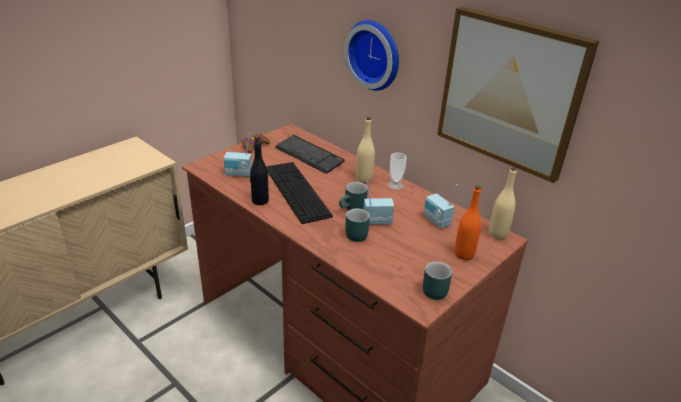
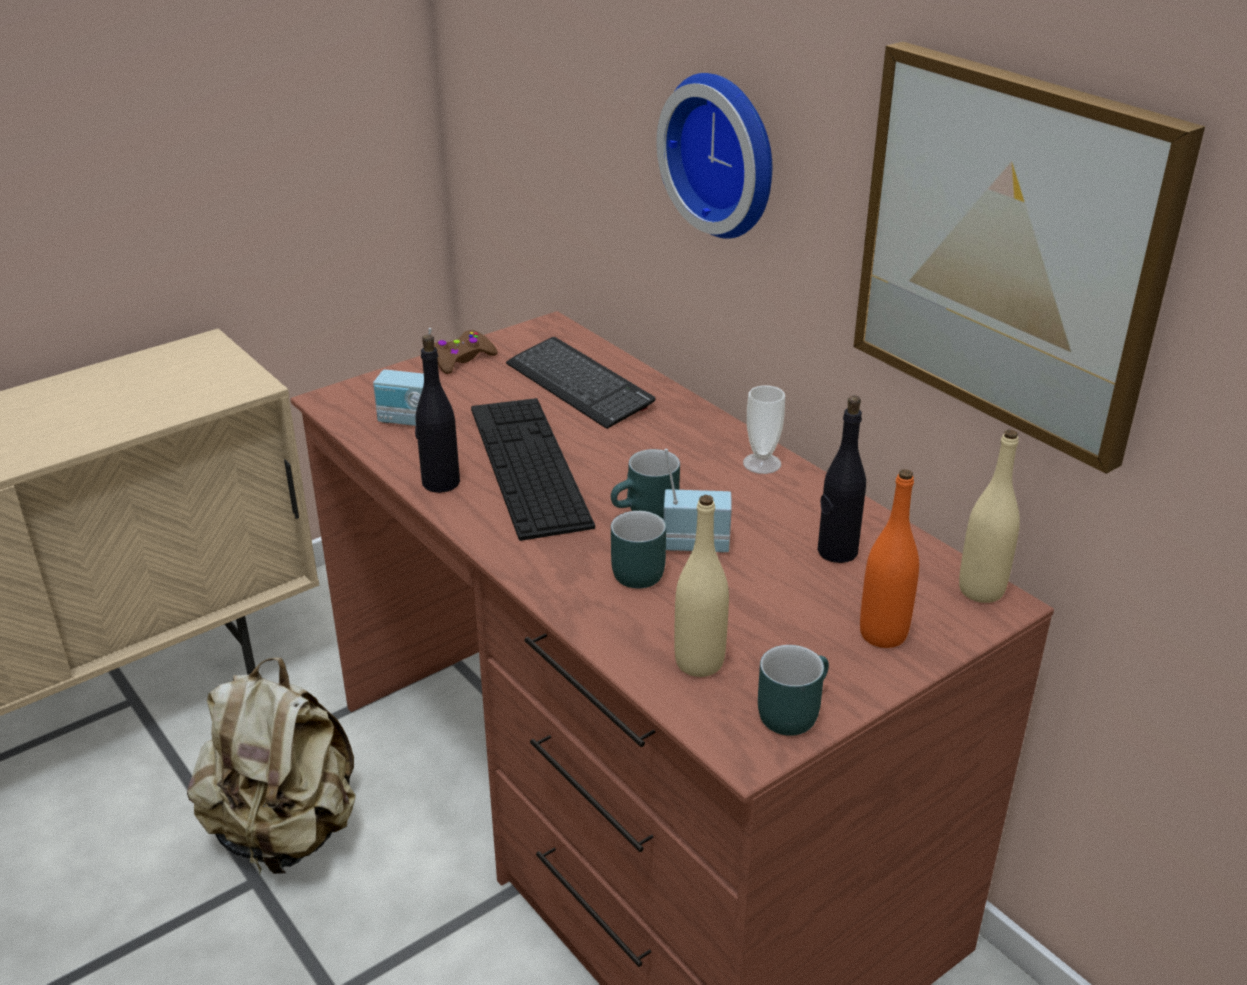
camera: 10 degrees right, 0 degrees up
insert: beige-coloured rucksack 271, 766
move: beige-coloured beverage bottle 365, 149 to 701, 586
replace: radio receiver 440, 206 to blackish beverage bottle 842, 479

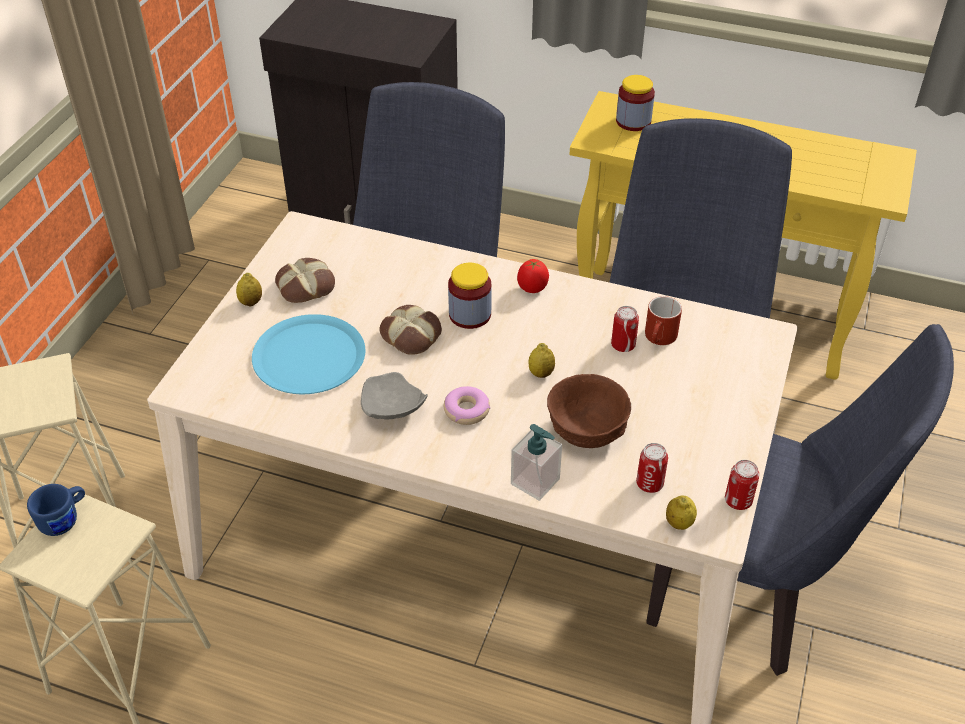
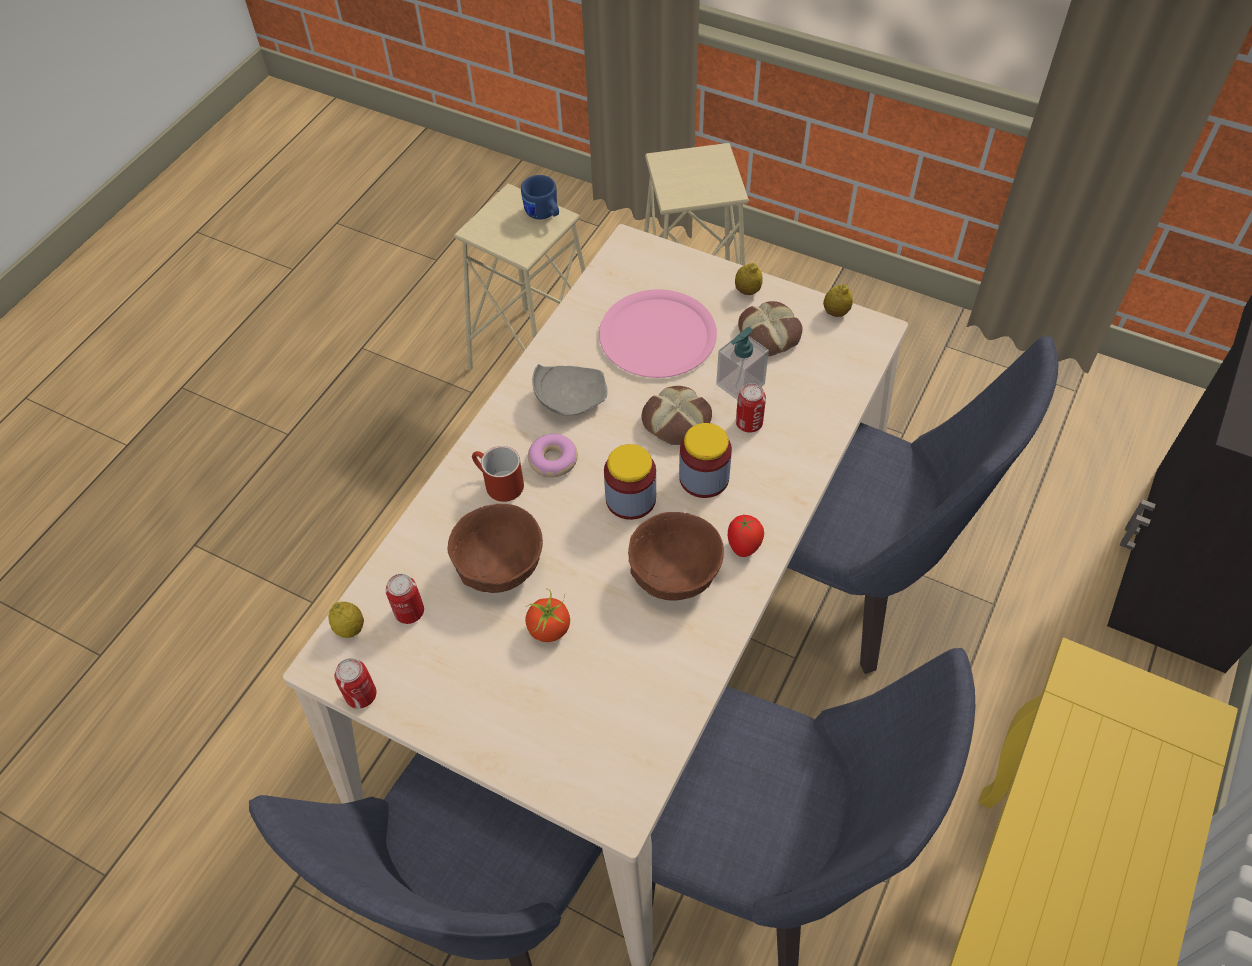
camera: 100 degrees right, 10 degrees up
insert: brown-coloured serving bowl 676, 556; whole tomato 547, 615
move: preserve jar 635, 103 to 630, 482; red-coloured mug 663, 320 to 498, 474; can 625, 329 to 751, 408; citrus fruit 542, 360 to 838, 300; liquid soap bottle 536, 462 to 742, 363
recolor: bluish flat dish 308, 354 to pink flat dish 658, 333

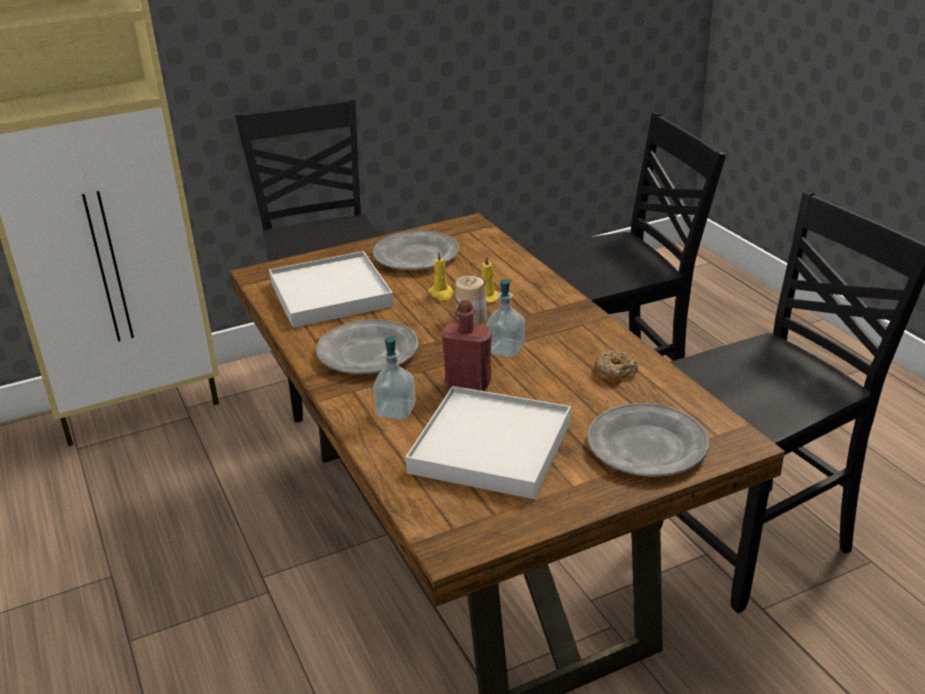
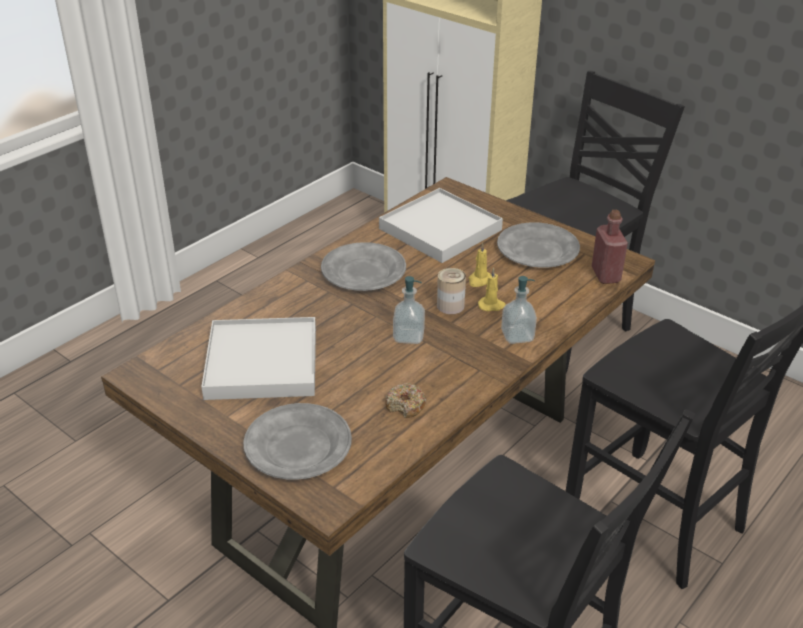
camera: 65 degrees right, 5 degrees up
move: red-coloured beverage bottle 466, 345 to 610, 247; liquid soap bottle 394, 378 to 519, 310

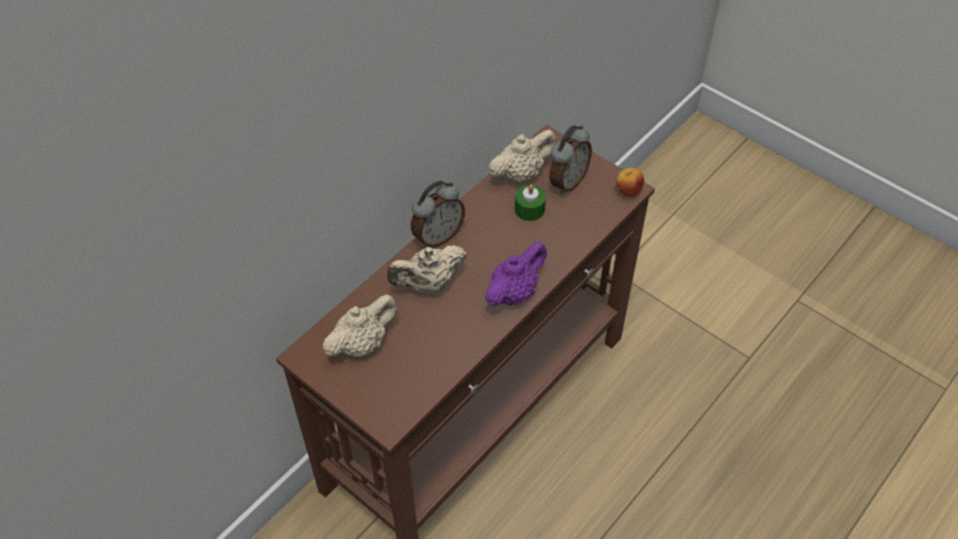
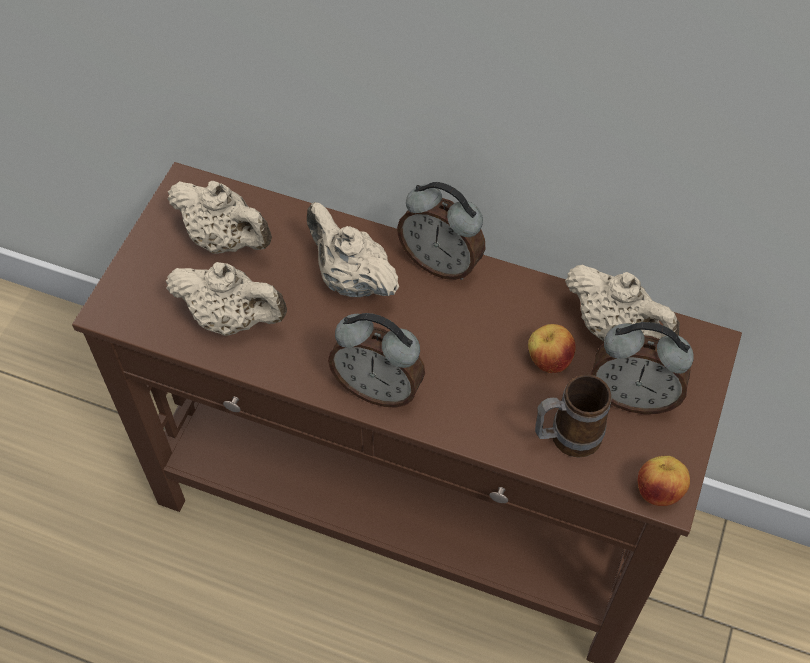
camera: 70 degrees right, 5 degrees up
insert: beige-coloured tea pot 226, 299; mug 573, 416
replace: green wax candle 530, 202 to apple fruit 552, 348; purple tea pot 516, 274 to table clock 376, 360

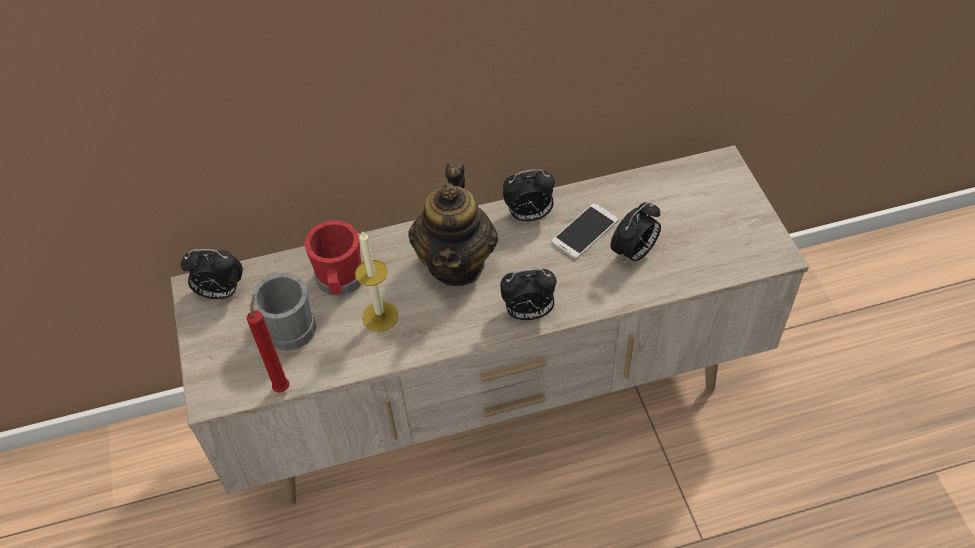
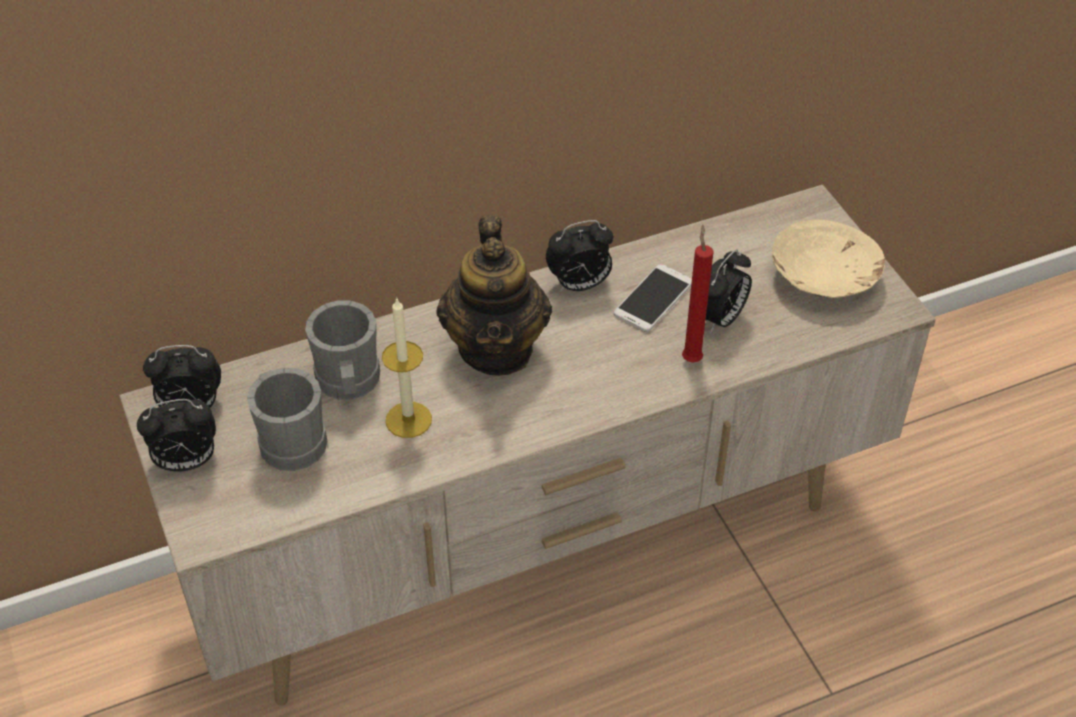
camera: 10 degrees left, 5 degrees down
insert: beige-coloured serving bowl 828, 259
move: table clock 528, 294 to 176, 435; red-coloured wax candle 268, 343 to 698, 294
recolor: red-coloured mug 333, 258 to grey mug 342, 350

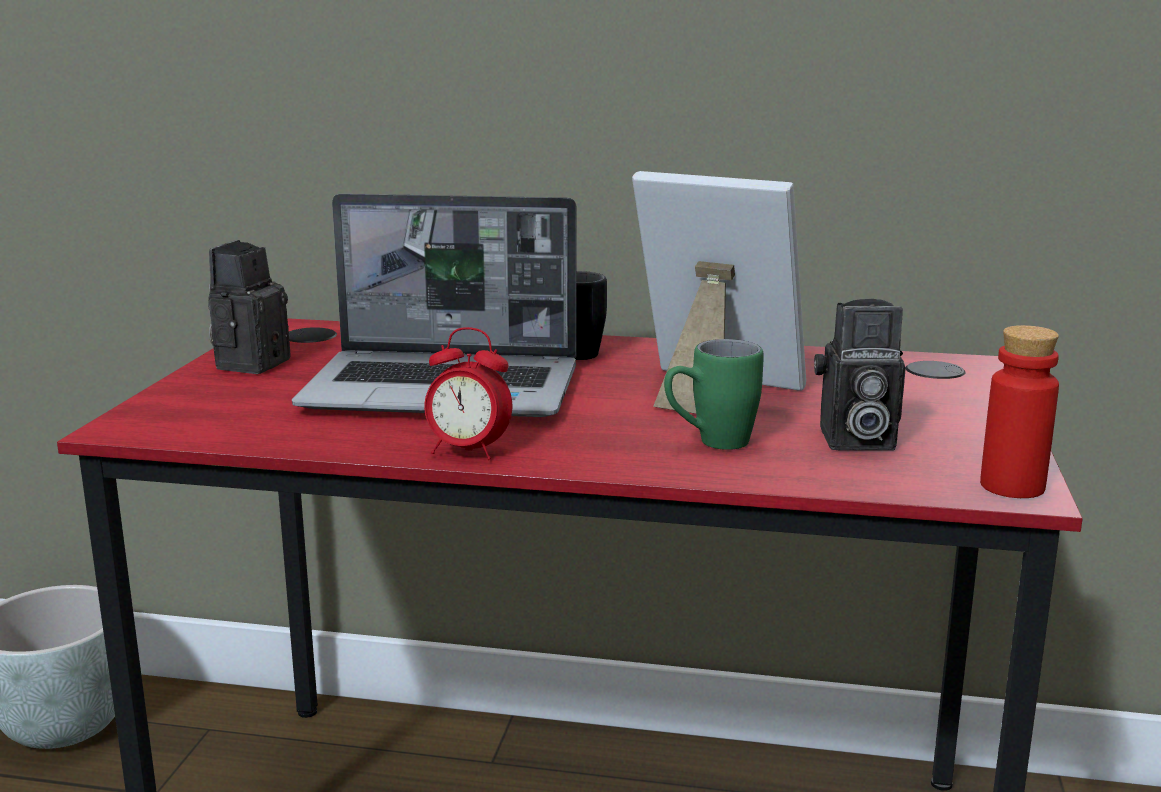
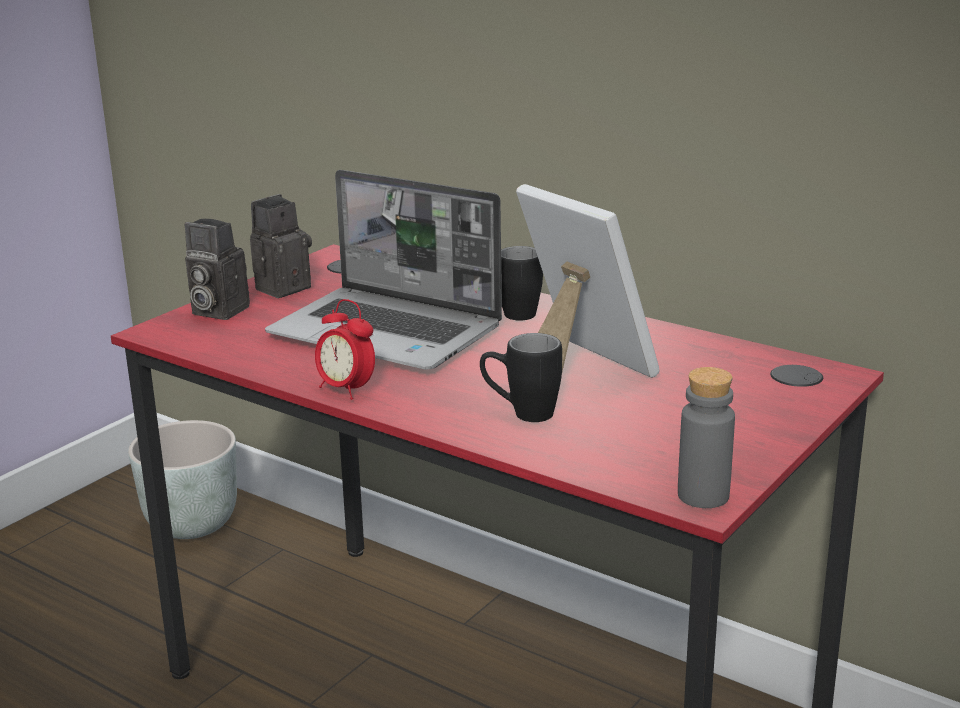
camera: 25 degrees right, 5 degrees up
move: photo camera 859, 375 to 217, 269
recolor: red-coloured beverage bottle 1019, 411 to grey beverage bottle 706, 437; green mug 714, 394 to blackish mug 521, 377

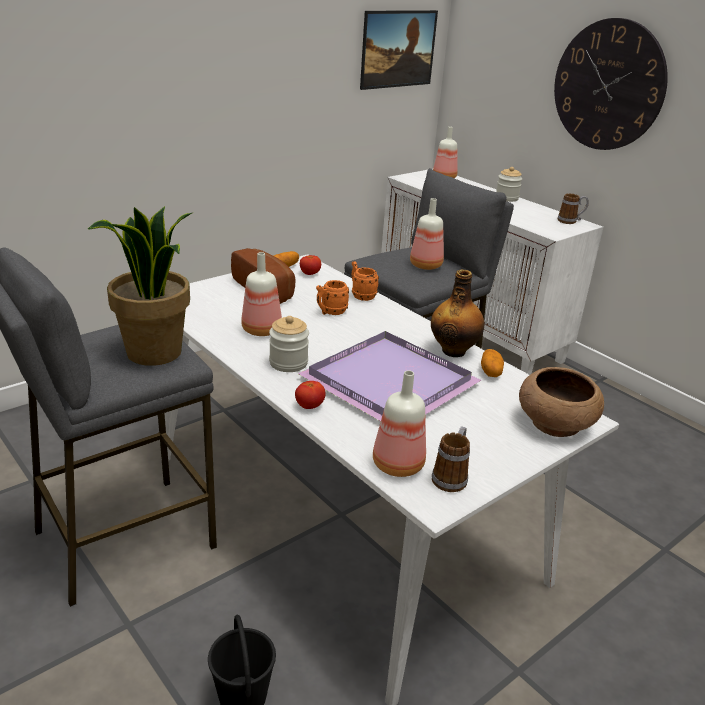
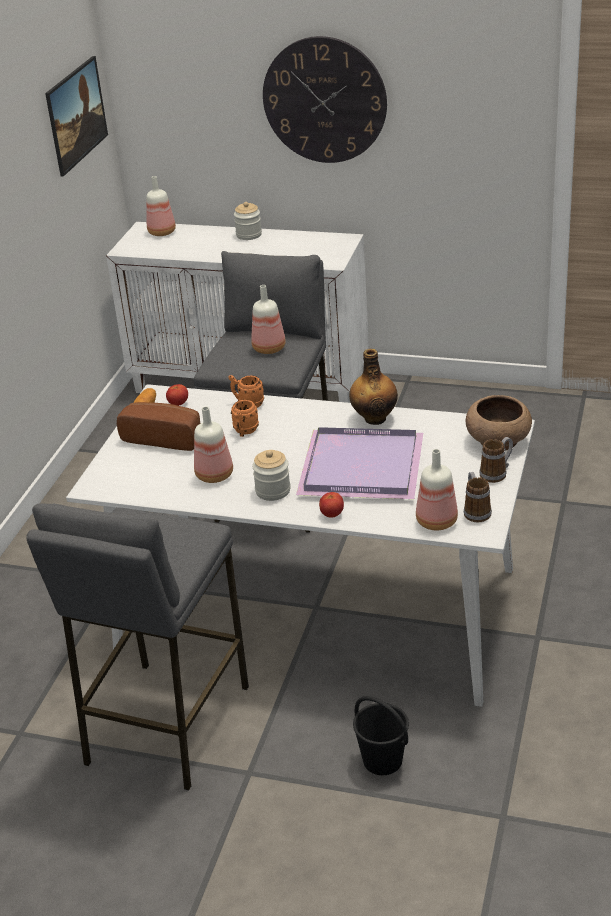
camera: 30 degrees left, 5 degrees up
delete: plant in a pot 140, 286; whole potato 492, 363
move: mug 573, 208 to 496, 460

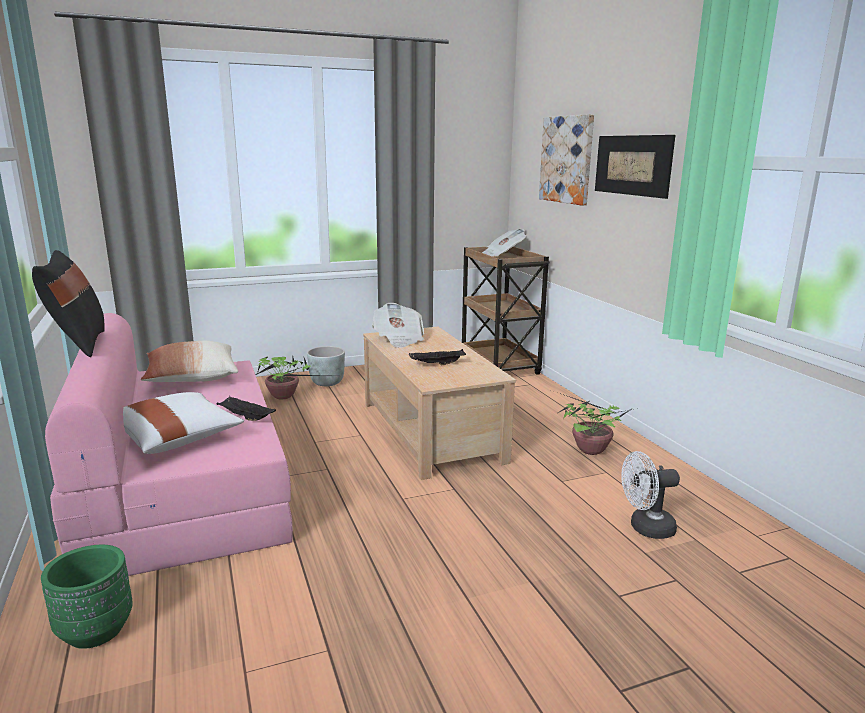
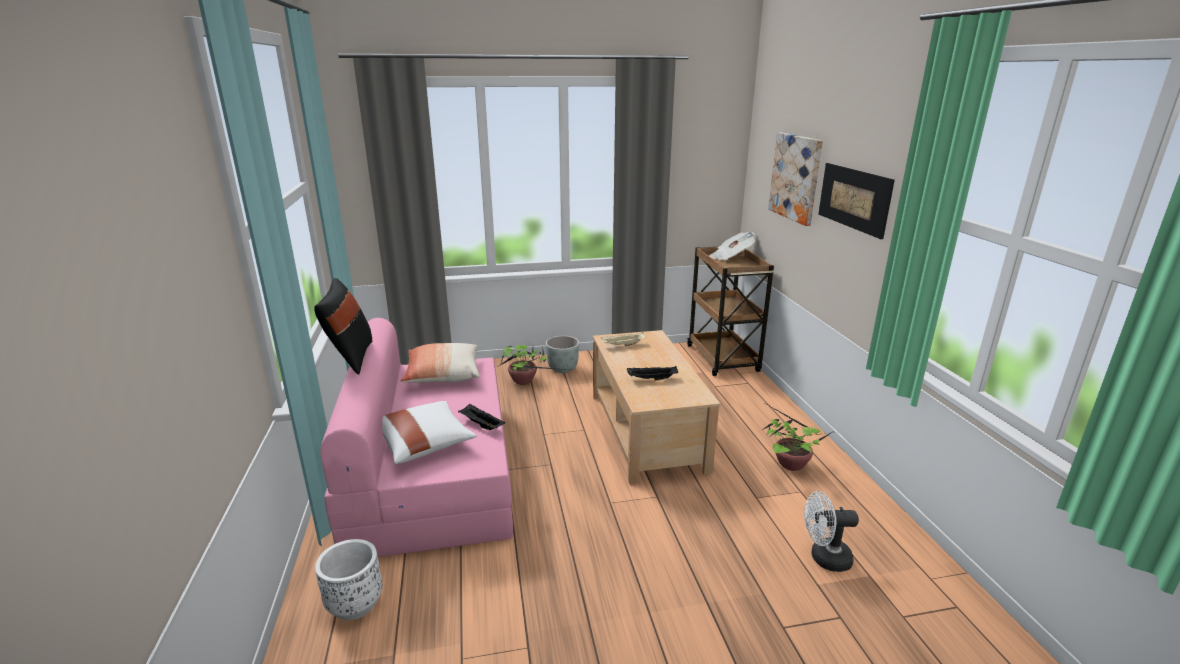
camera: 10 degrees right, 5 degrees up
replace: printed paper 398, 325 to beige-coloured carrying tray 623, 339
recolor: green planter 87, 597 to whitish planter 349, 579

